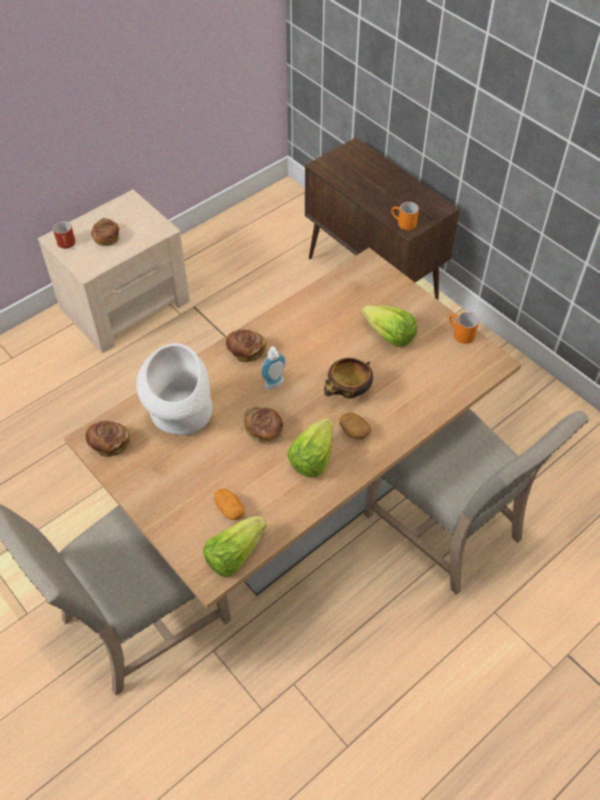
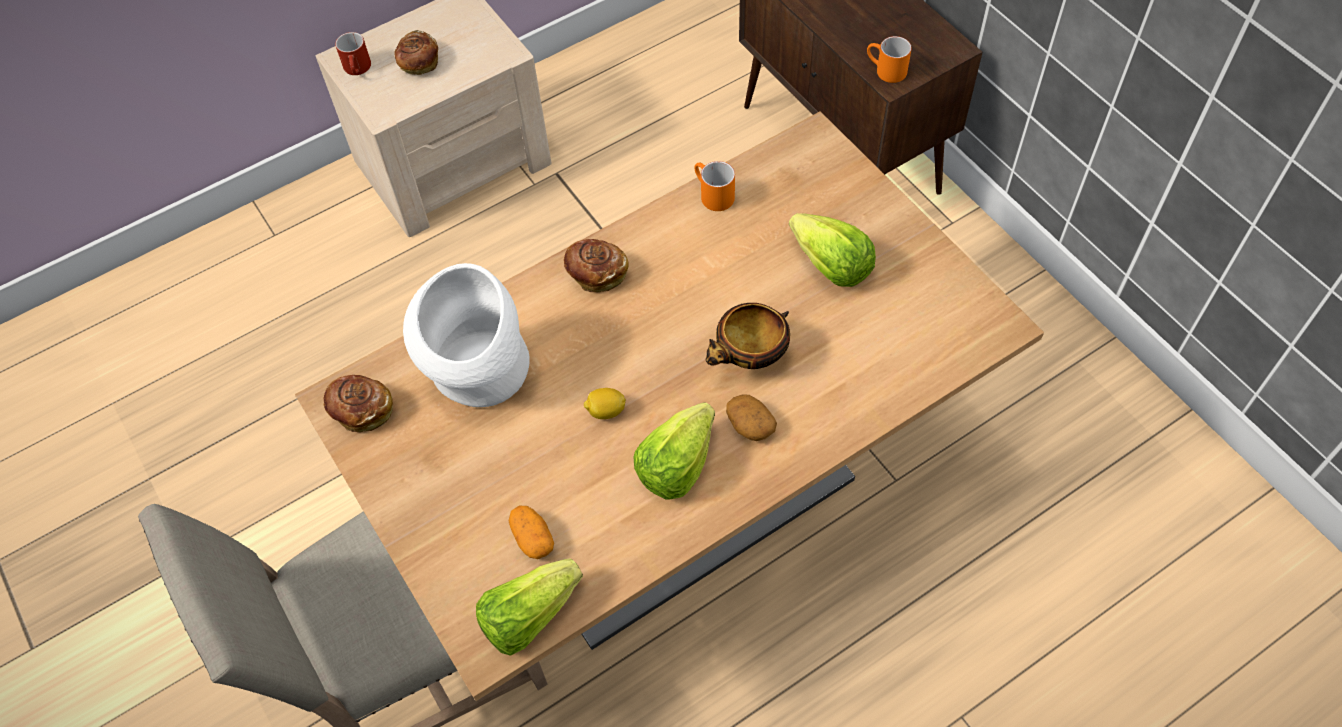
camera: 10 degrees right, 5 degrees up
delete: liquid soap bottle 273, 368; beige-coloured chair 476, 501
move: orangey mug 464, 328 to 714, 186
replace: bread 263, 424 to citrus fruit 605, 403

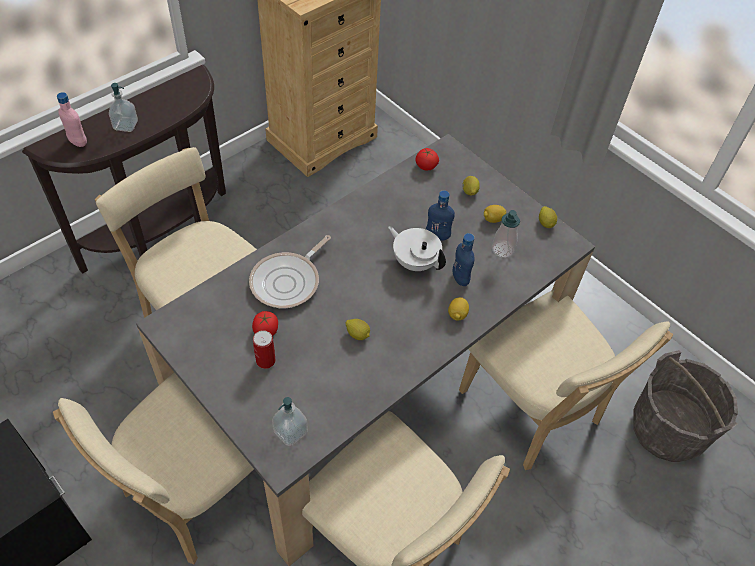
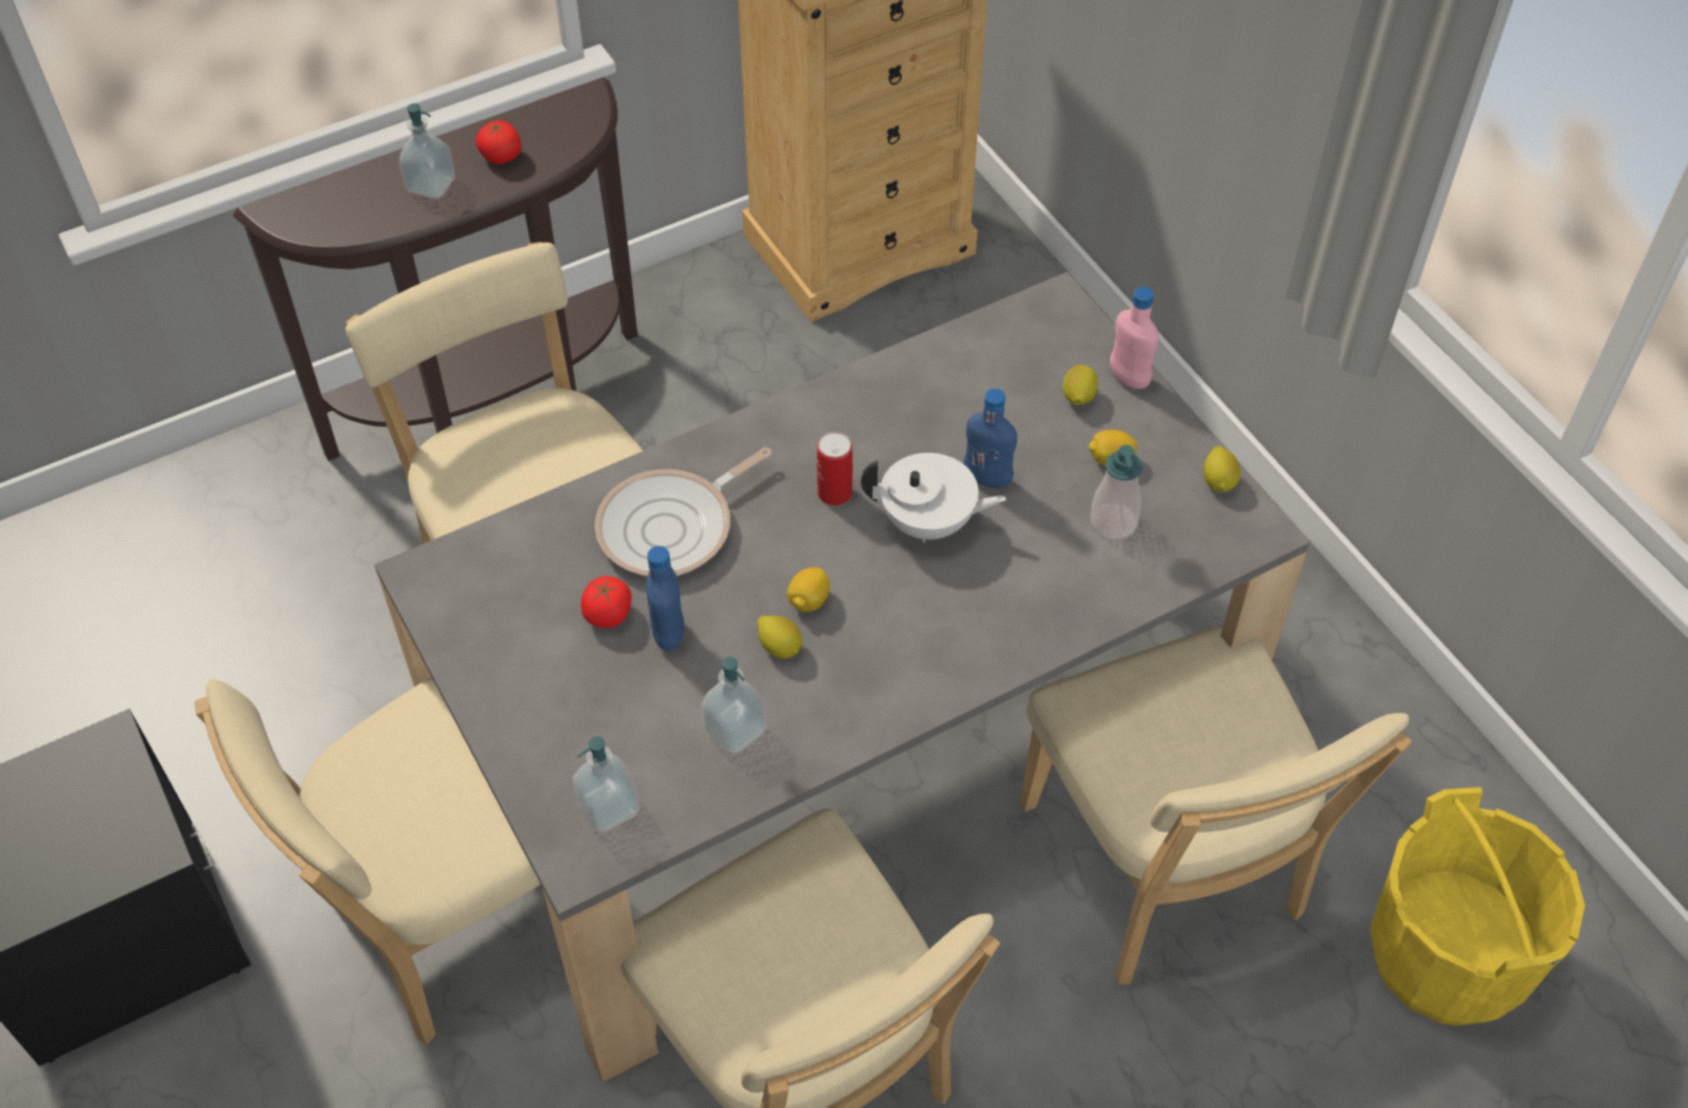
camera: 15 degrees right, 0 degrees up
insert: liquid soap bottle 734, 705
move: pink beverage bottle 72, 119 to 1134, 338; whole tomato 427, 159 to 499, 142; bluish beverage bottle 464, 259 to 665, 598; citrus fruit 458, 309 to 808, 589; can 264, 349 to 835, 469
recolor: grey water bucket 685, 406 to yellow-coloured water bucket 1477, 906
rotate: whitish tea pot 417, 248 = 933, 497 135 degrees clockwise

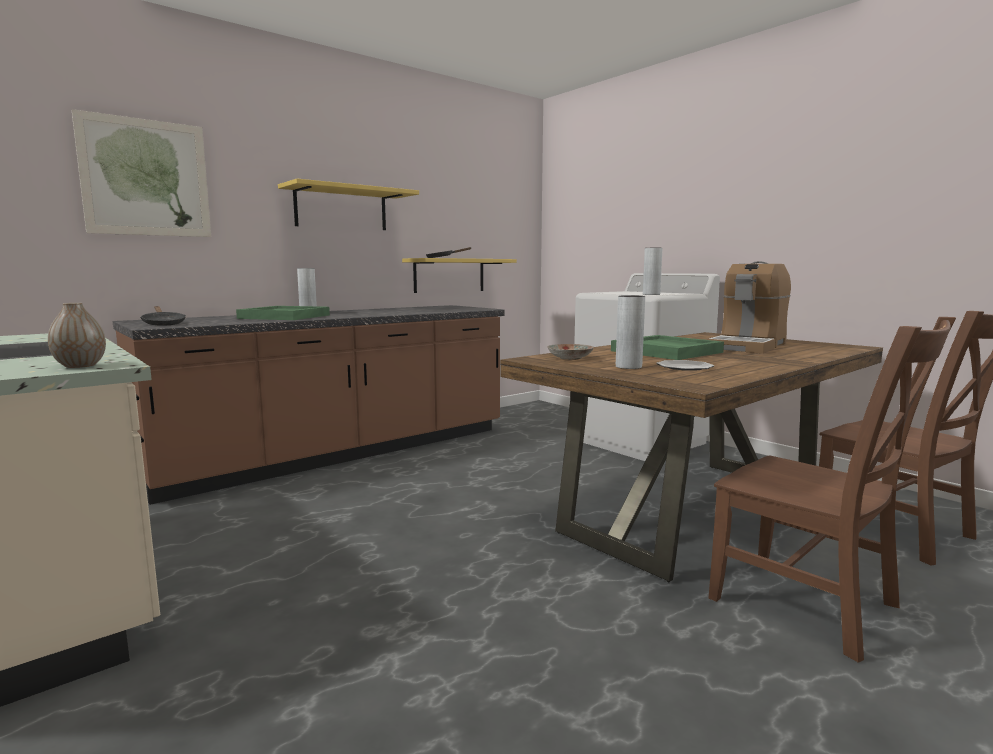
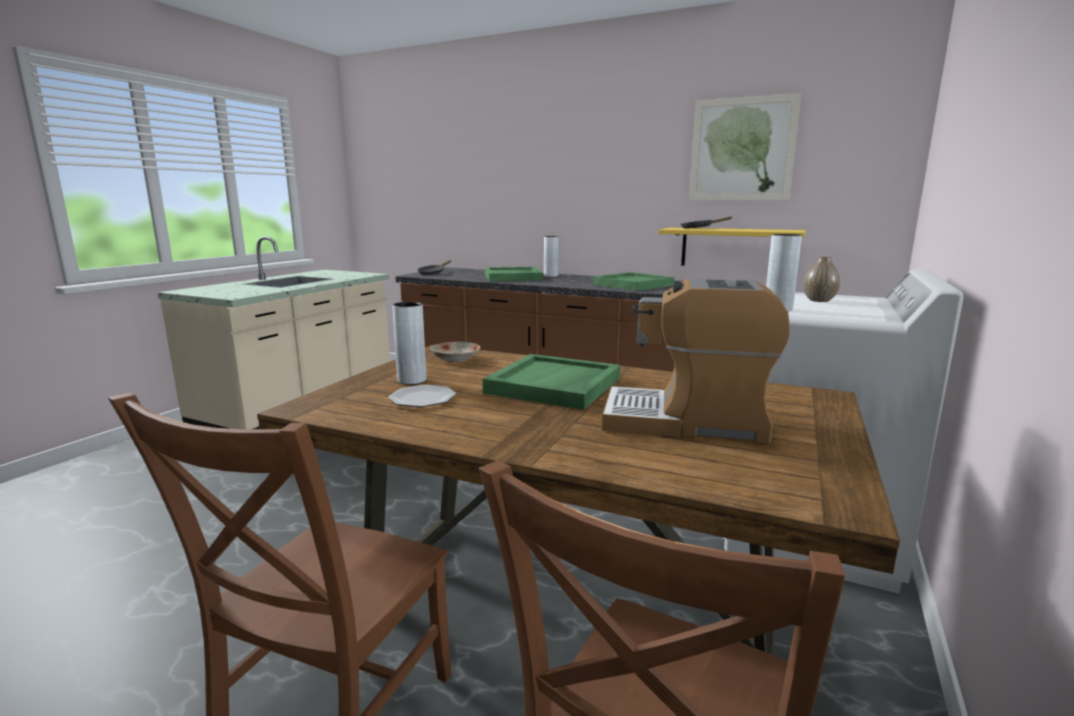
camera: 65 degrees right, 5 degrees up
delete: yellow-coloured wall shelf 348, 204
insert: green carrying tray 633, 281
move: picture 141, 173 to 745, 147; flower vase 77, 335 to 821, 279

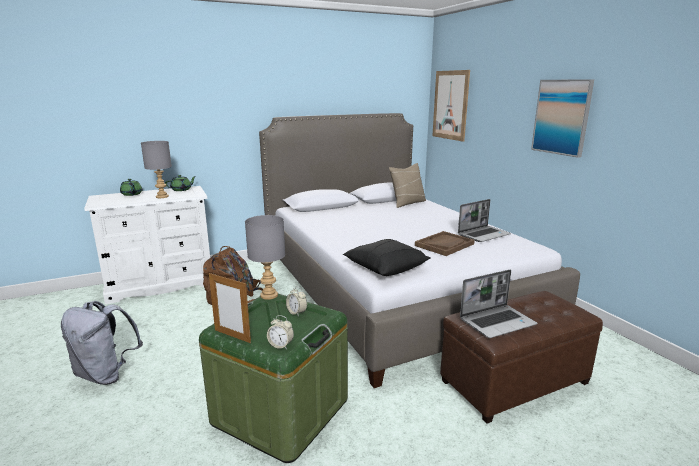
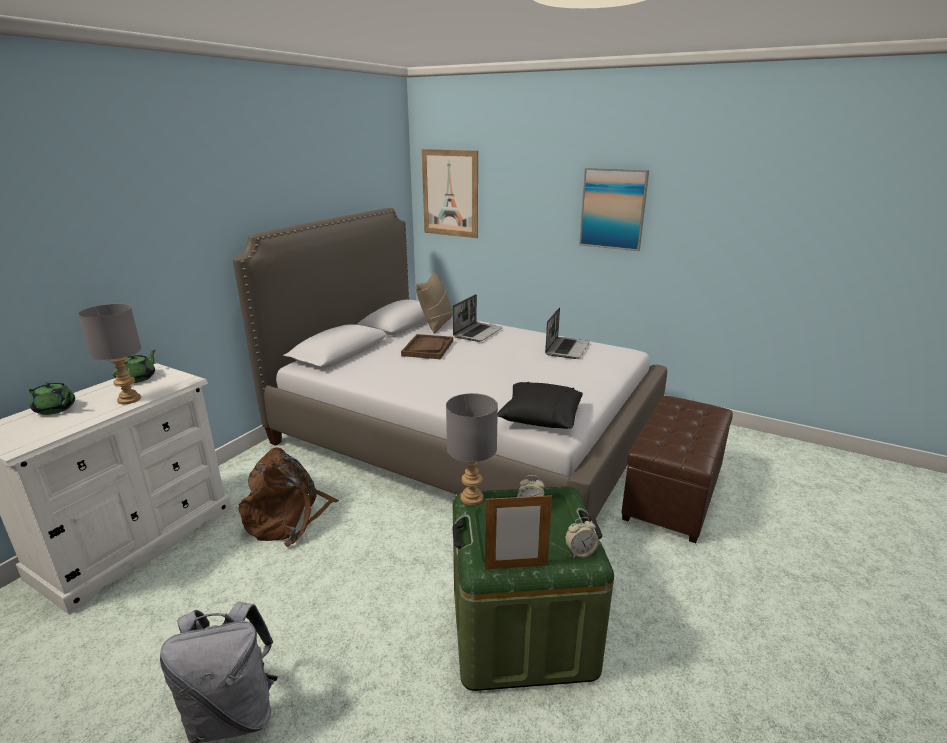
camera: 35 degrees left, 5 degrees up
move: brown-coloured carrying tray 445, 243 to 427, 346; notebook computer 498, 304 to 478, 318

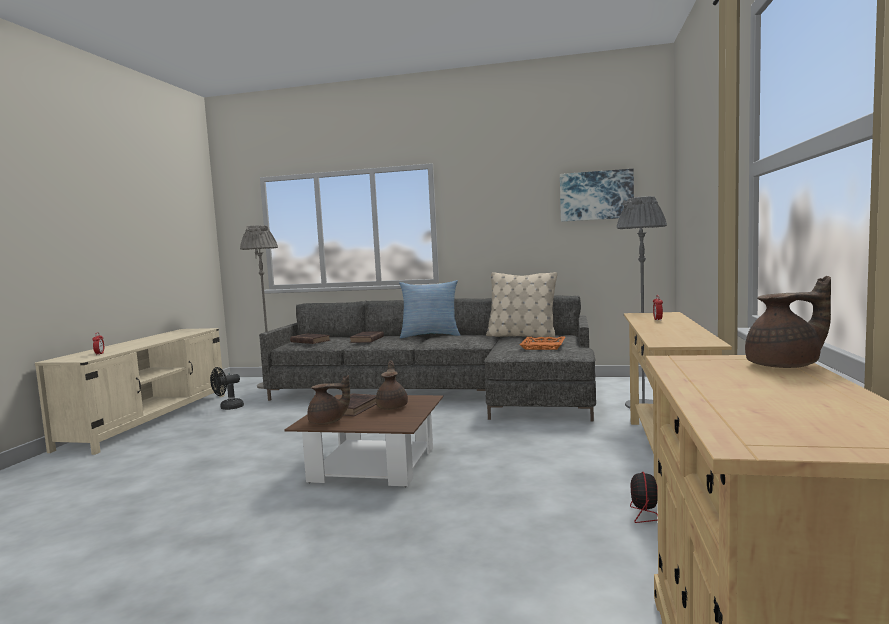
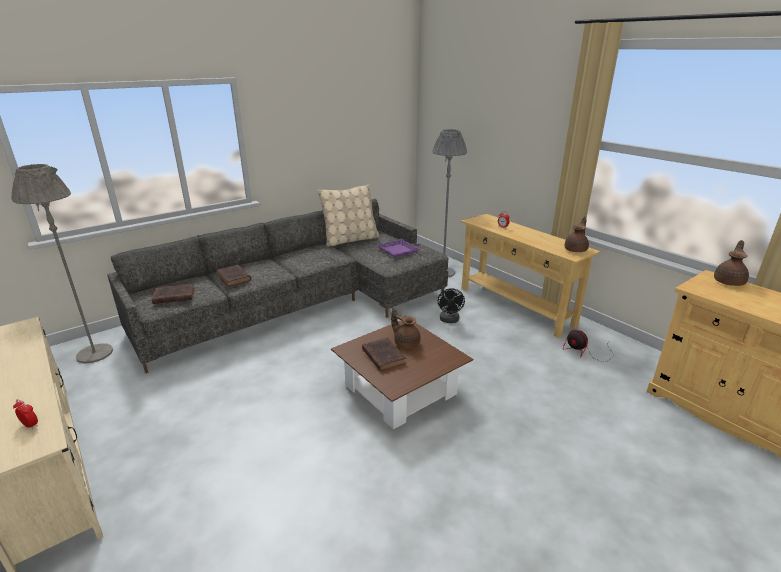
camera: 50 degrees left, 20 degrees up
delete: picture 597, 195; cushion 429, 309
move: blackish electric fan 227, 388 to 451, 305; brown-coloured tea pot 328, 399 to 577, 234
recolor: orangey carrying tray 542, 343 to purple carrying tray 398, 248

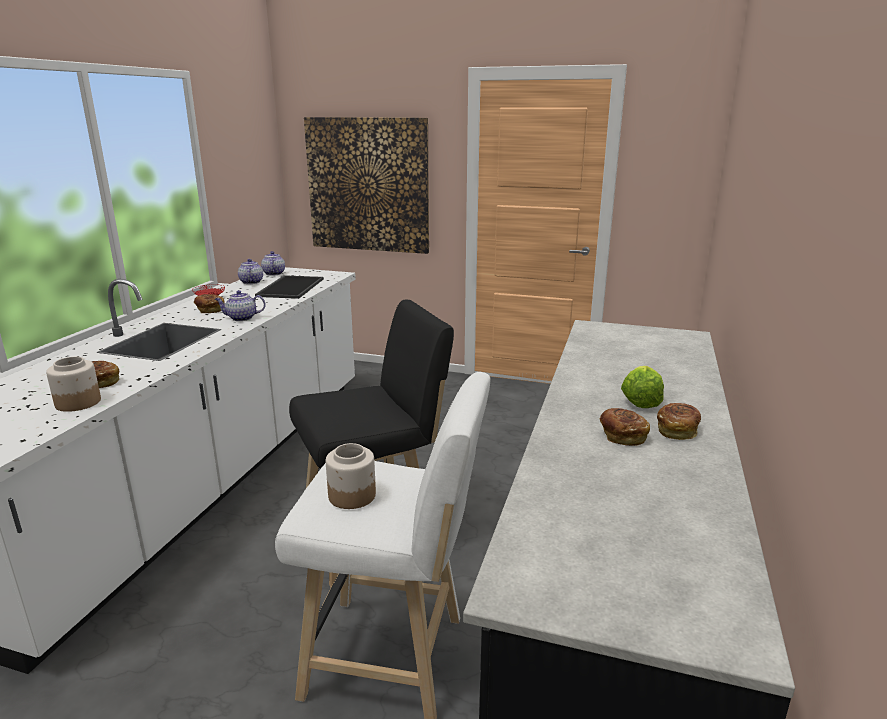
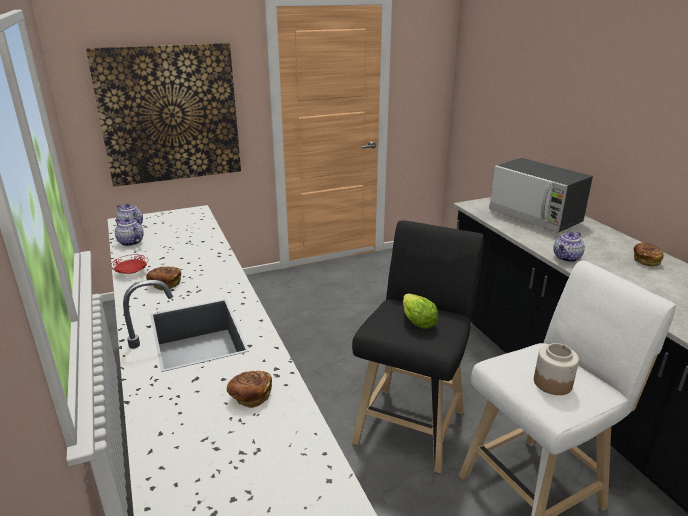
camera: 40 degrees left, 5 degrees up
delete: carrying tray 289, 287; preserve jar 73, 384; bread 625, 427
insert: microwave 541, 195
move: tea pot 240, 305 to 569, 247; lettuce head 642, 387 to 420, 311

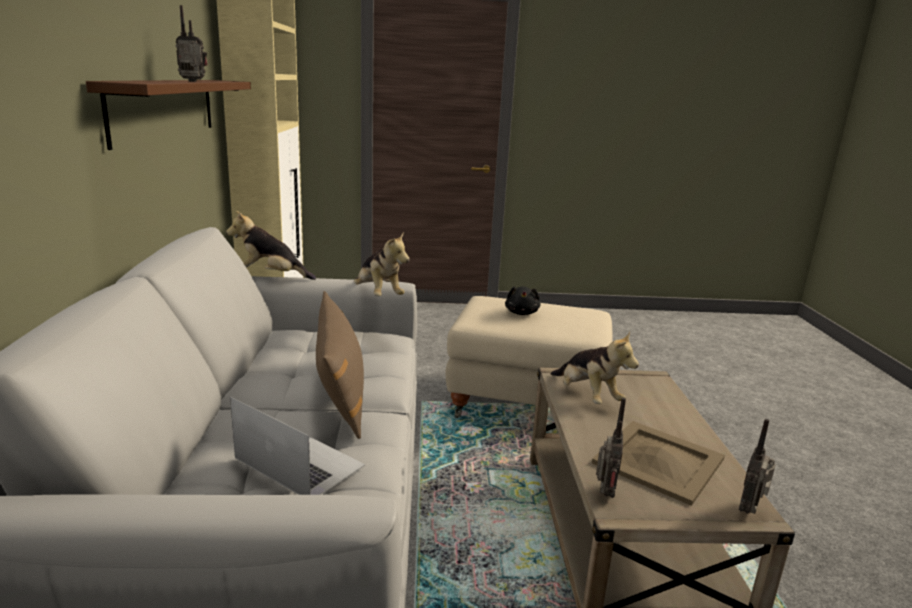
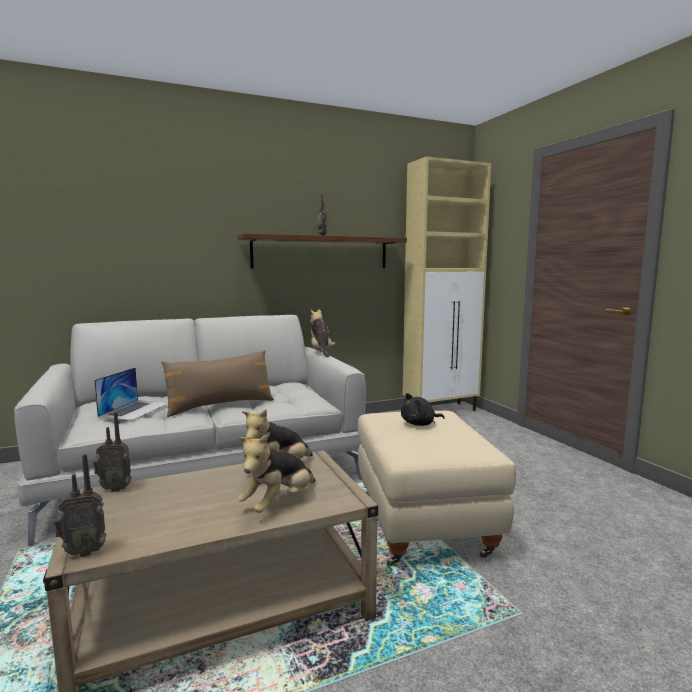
camera: 70 degrees right, 10 degrees down
delete: beige-coloured carrying tray 658, 463
move: cuddly toy 382, 264 to 276, 473
rotate: radio receiver 757, 466 = 80, 505 150 degrees clockwise

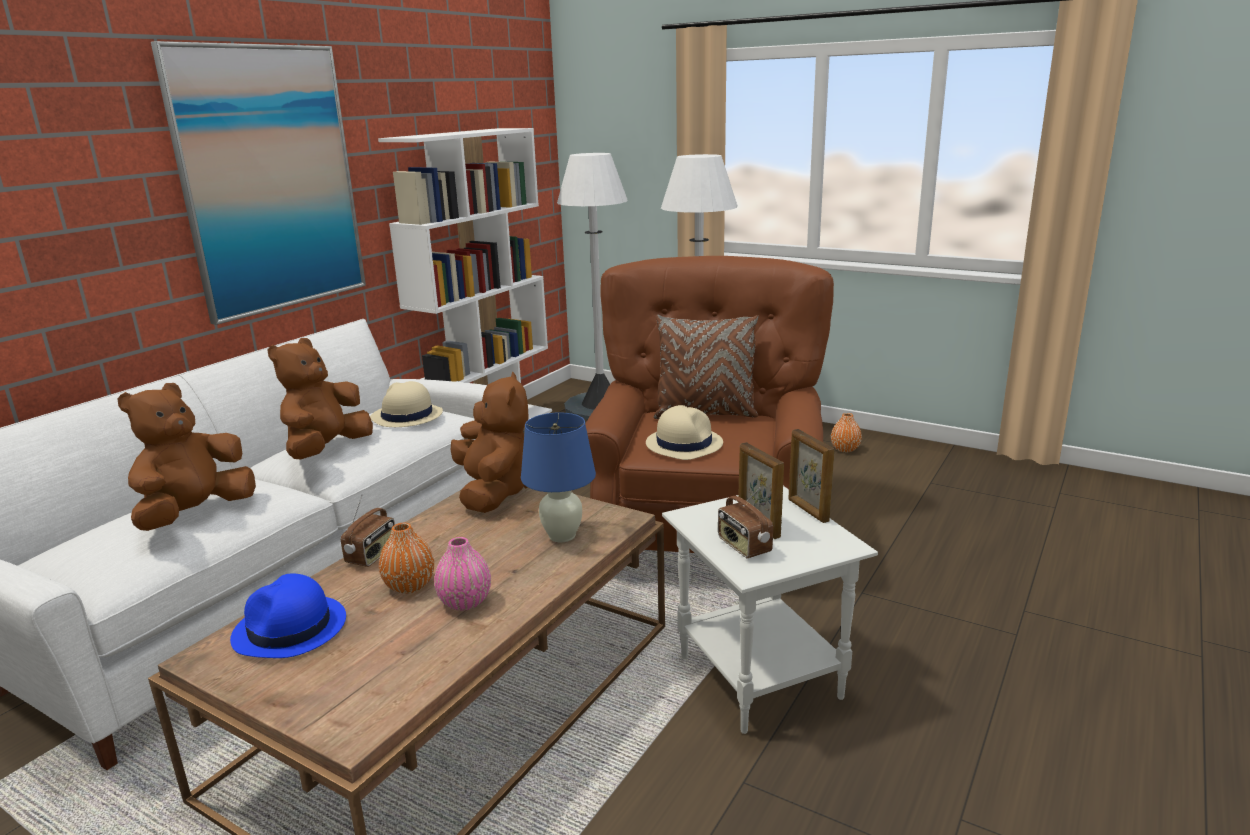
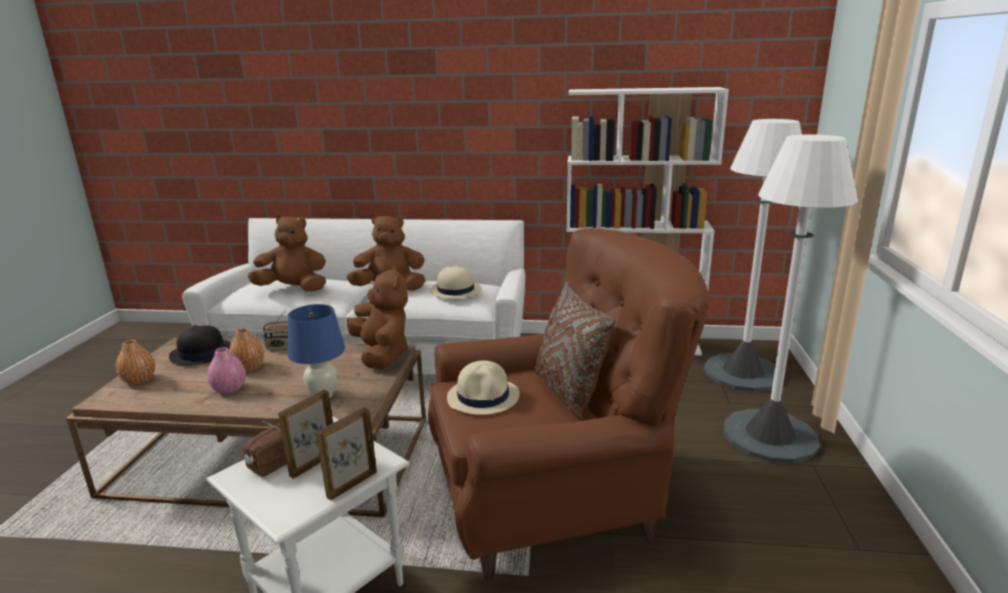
camera: 65 degrees right, 0 degrees up
delete: picture 258, 183
move: orangey flower vase 846, 432 to 135, 362
recolor: bluish hat 288, 616 to blackish hat 200, 345
rotate: brown-coloured cuddly toy 489, 442 = 377, 317 75 degrees counterclockwise

